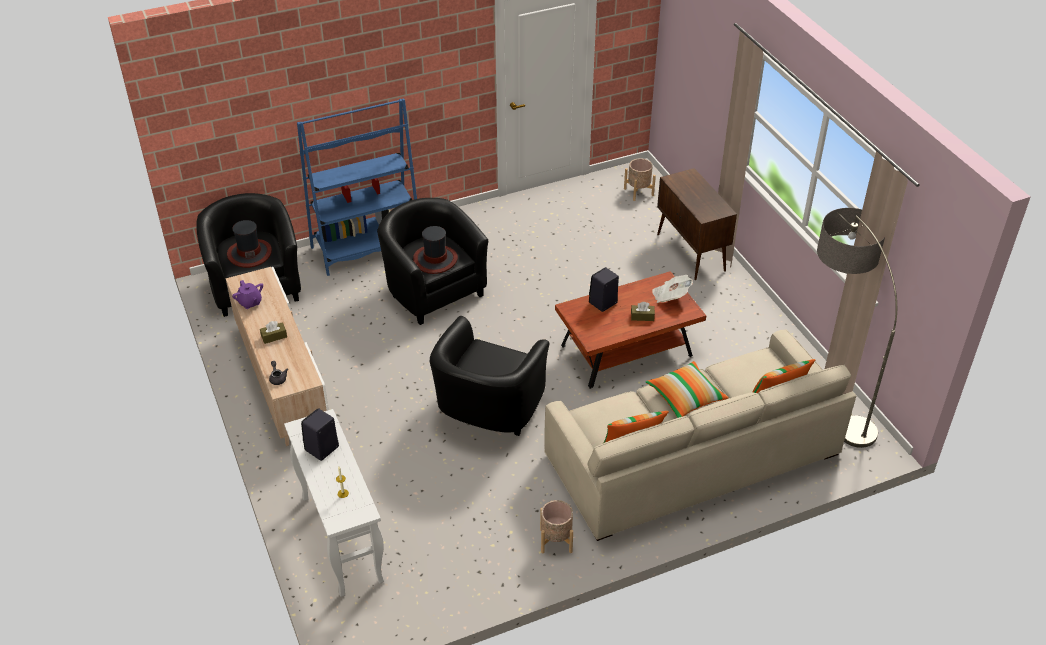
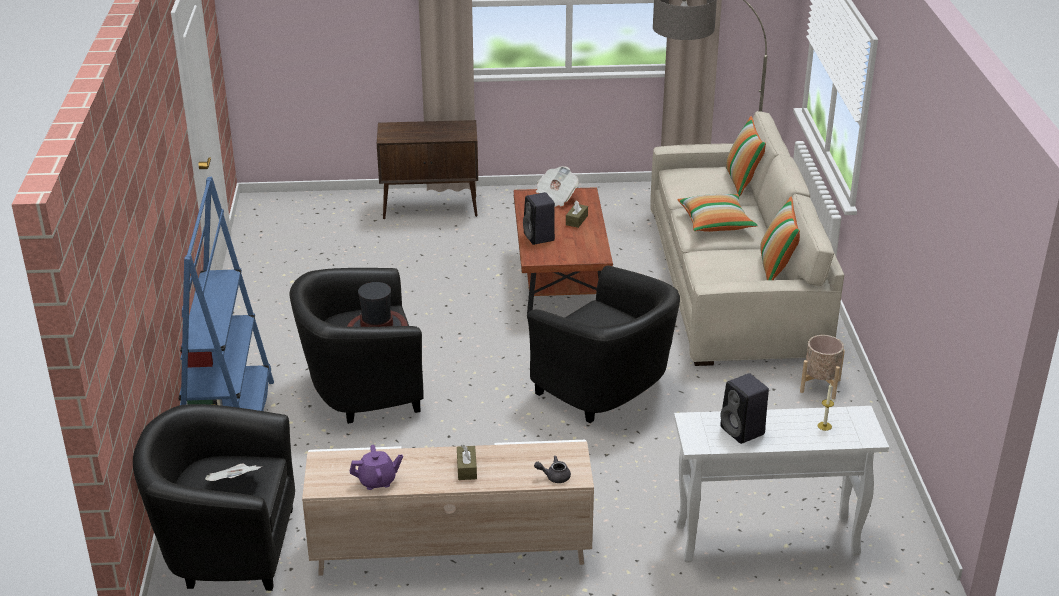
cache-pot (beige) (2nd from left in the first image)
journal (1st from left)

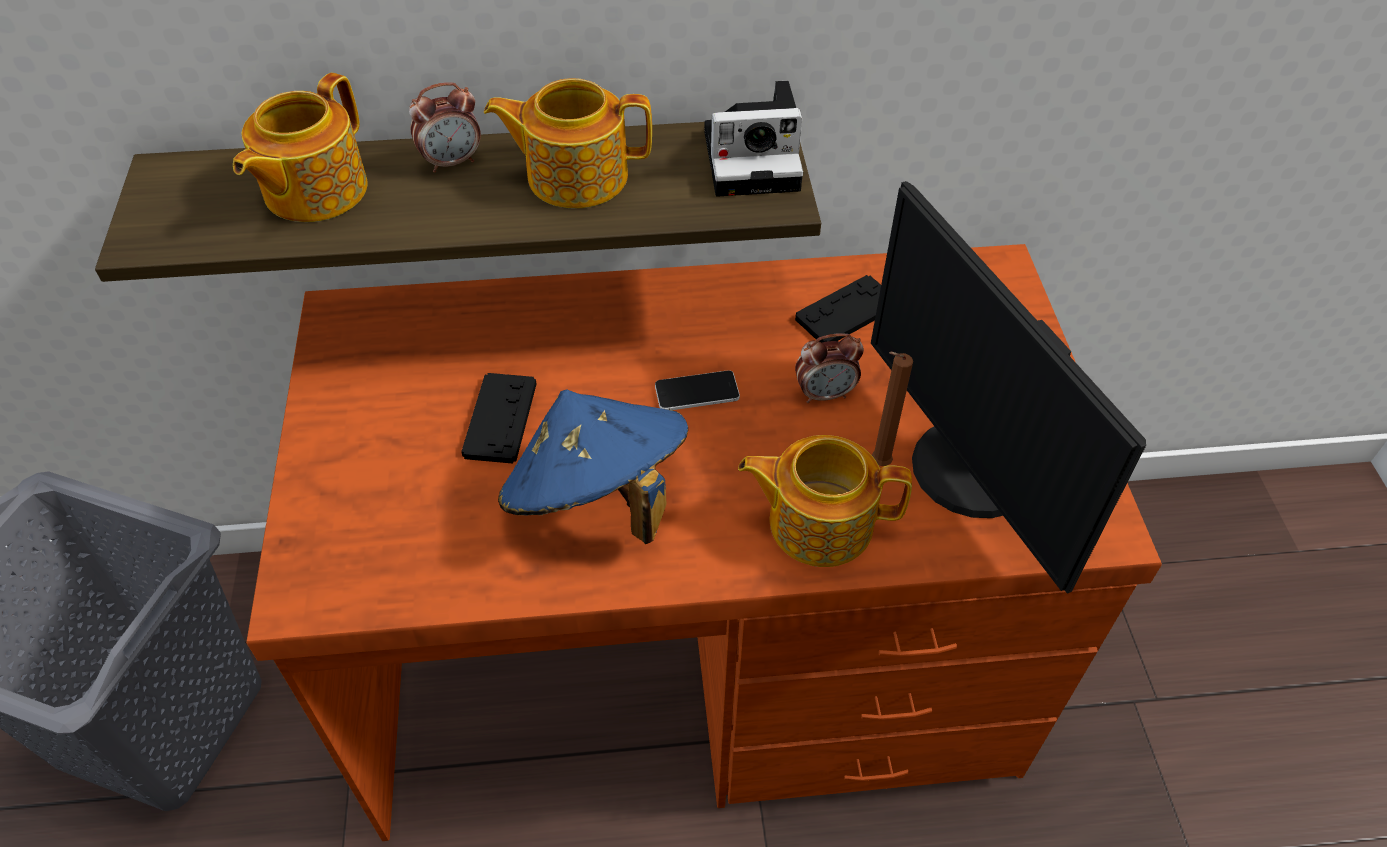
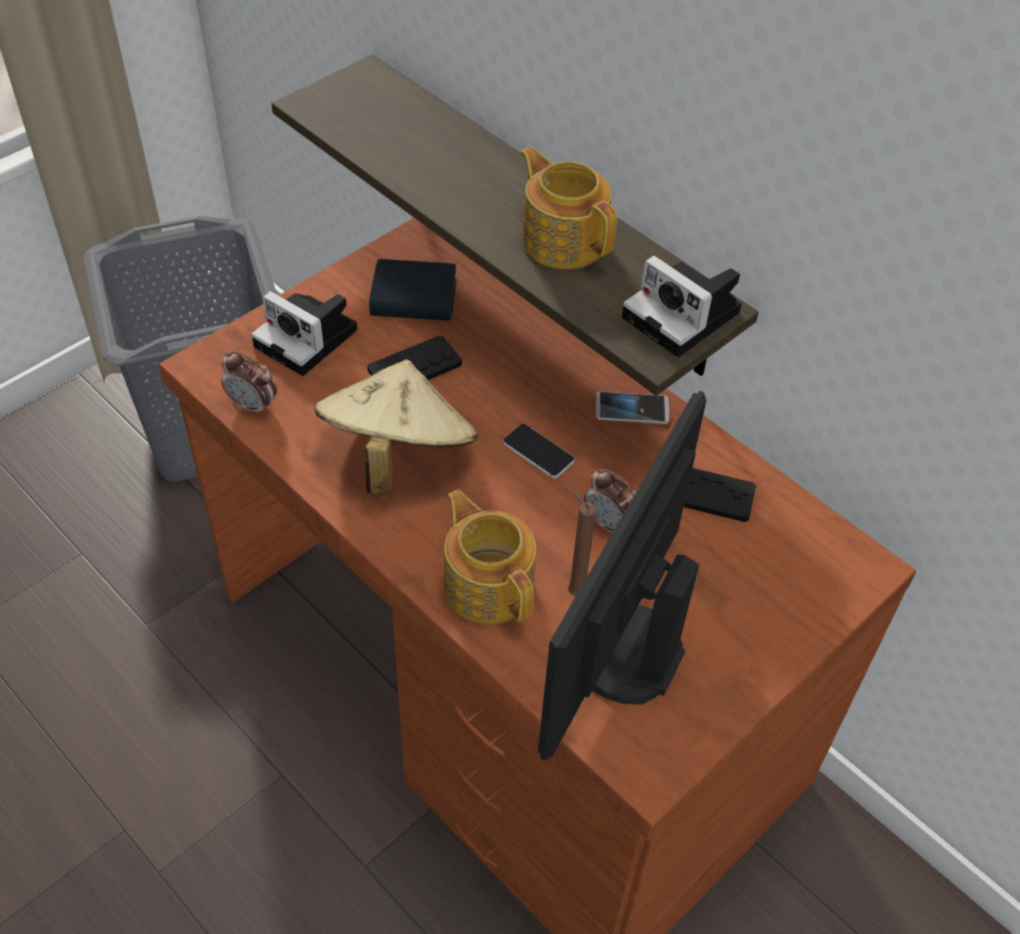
théière (1st from left in the first image)
appareil photo (1st from left)
livre
téléphone (2nd from left)
réveil (1st from left)
chapeau (beige)

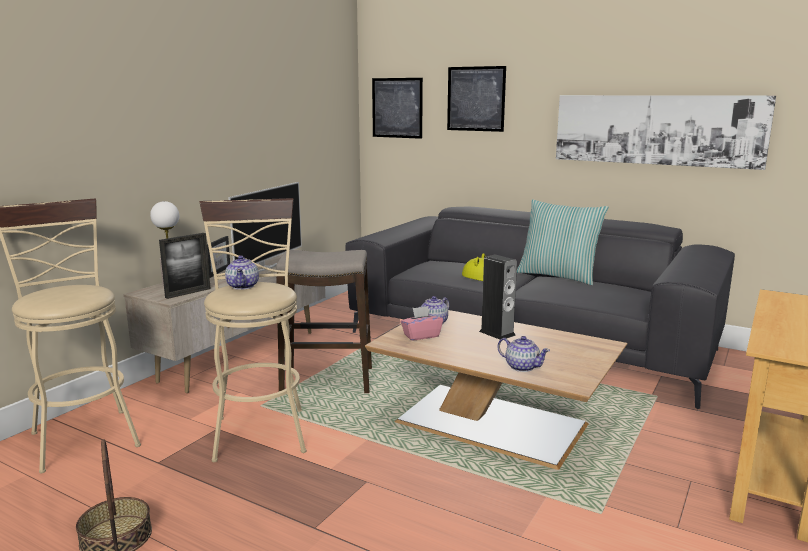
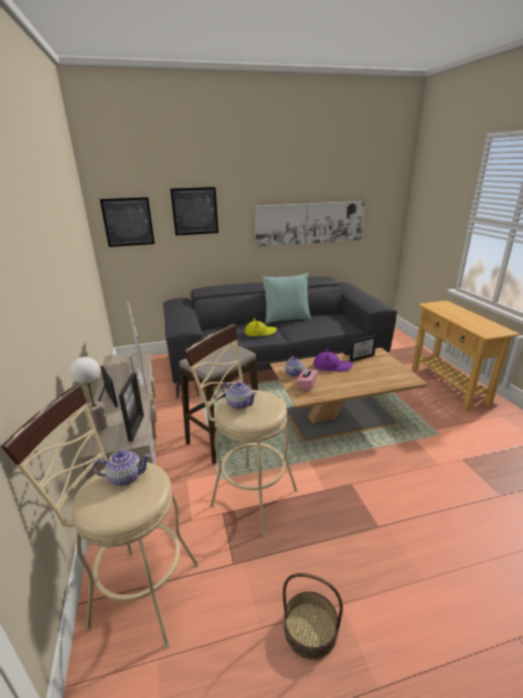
cadre photo (3rd from left)
théière (1st from left)
chapeau (violet)

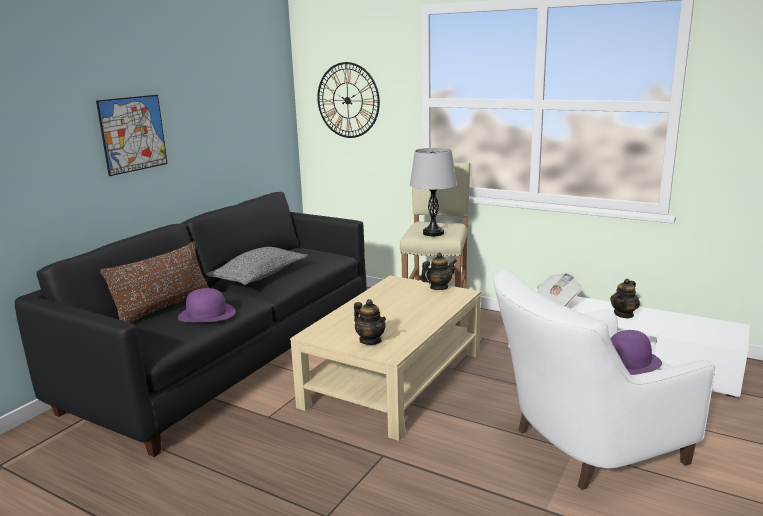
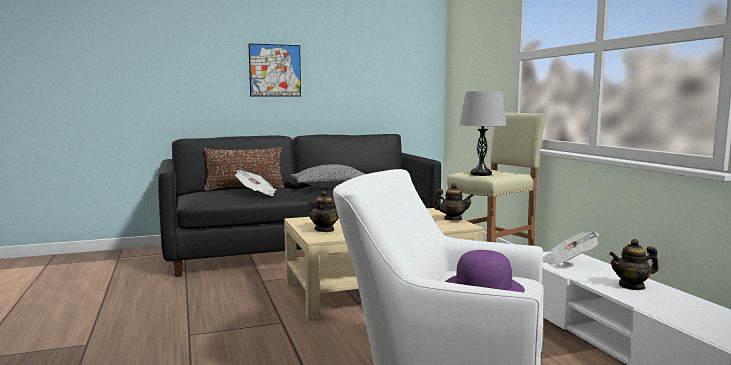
horloge murale
journal (1st from left)

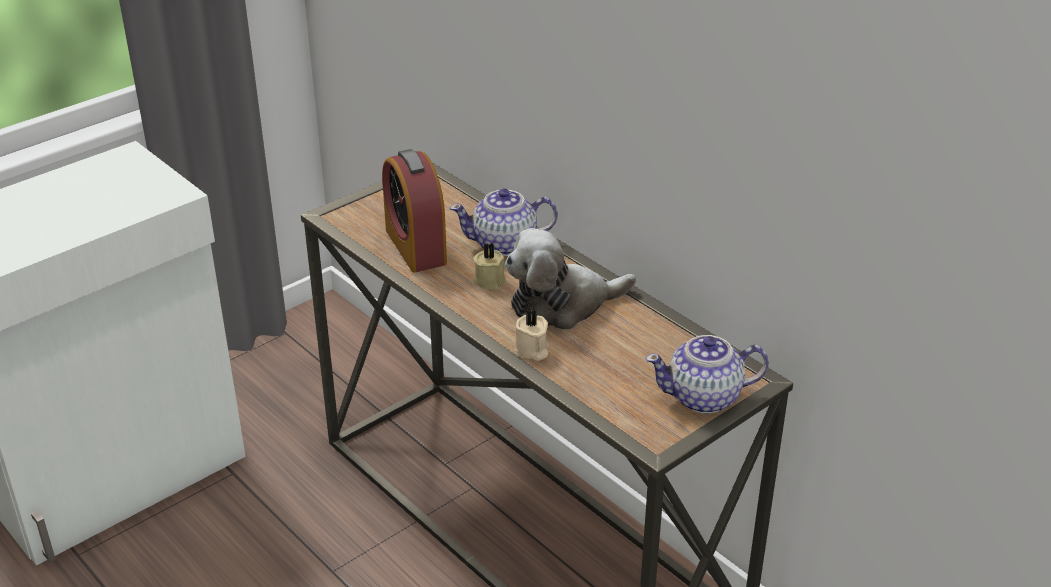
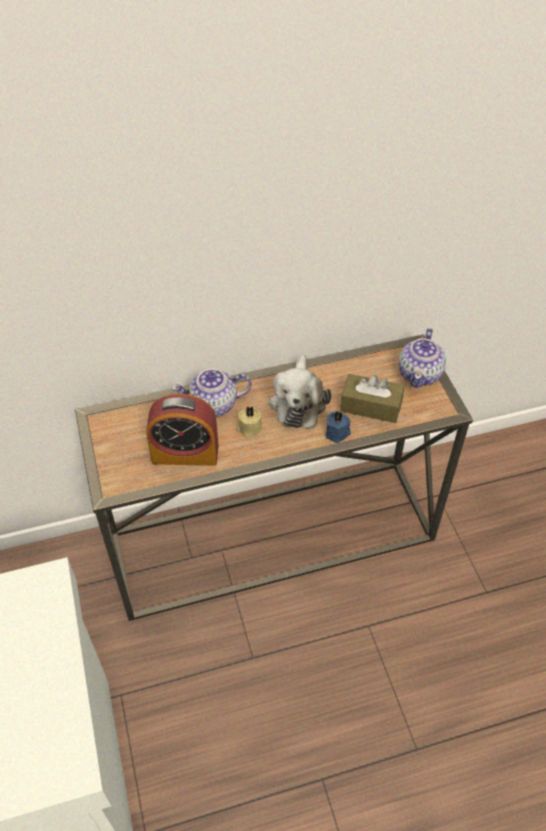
boîte à mouchoirs (marron)
bougie (bleu)
théière (1st from left)

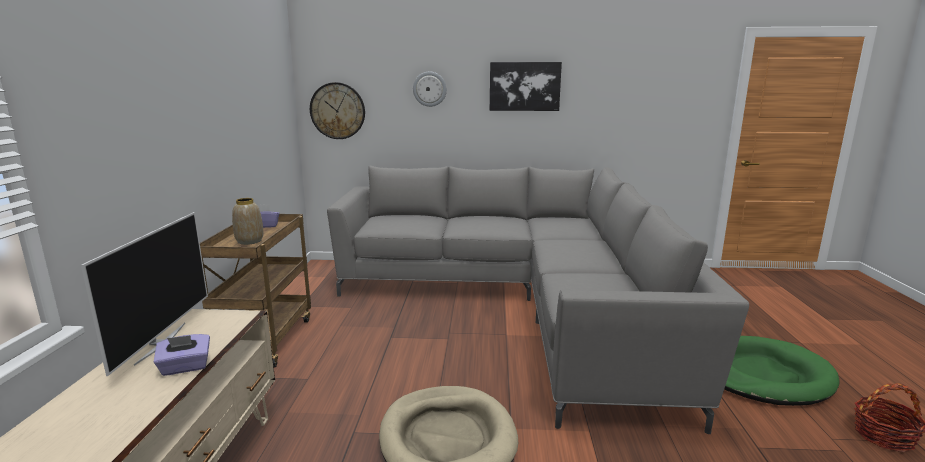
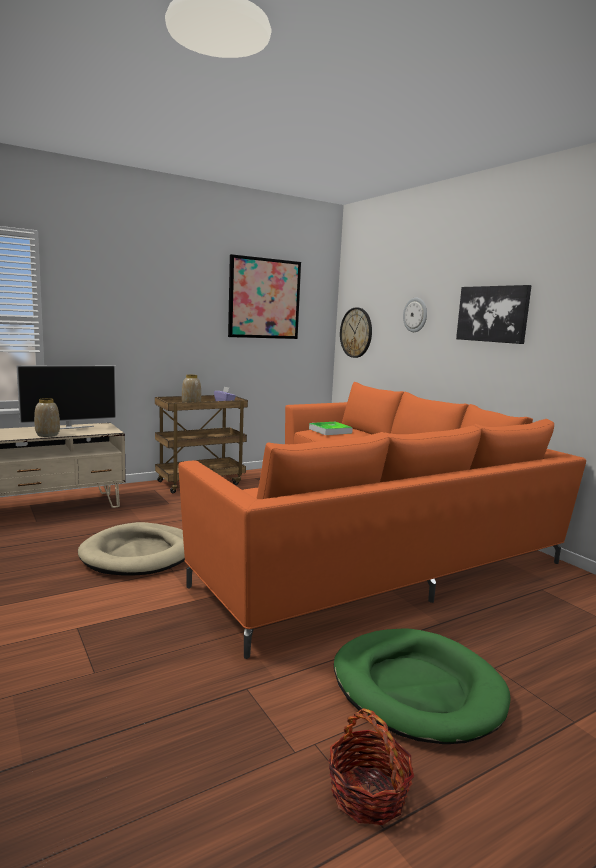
tableau (1st from left)
plateau
vase (1st from left)
canapé (orange)

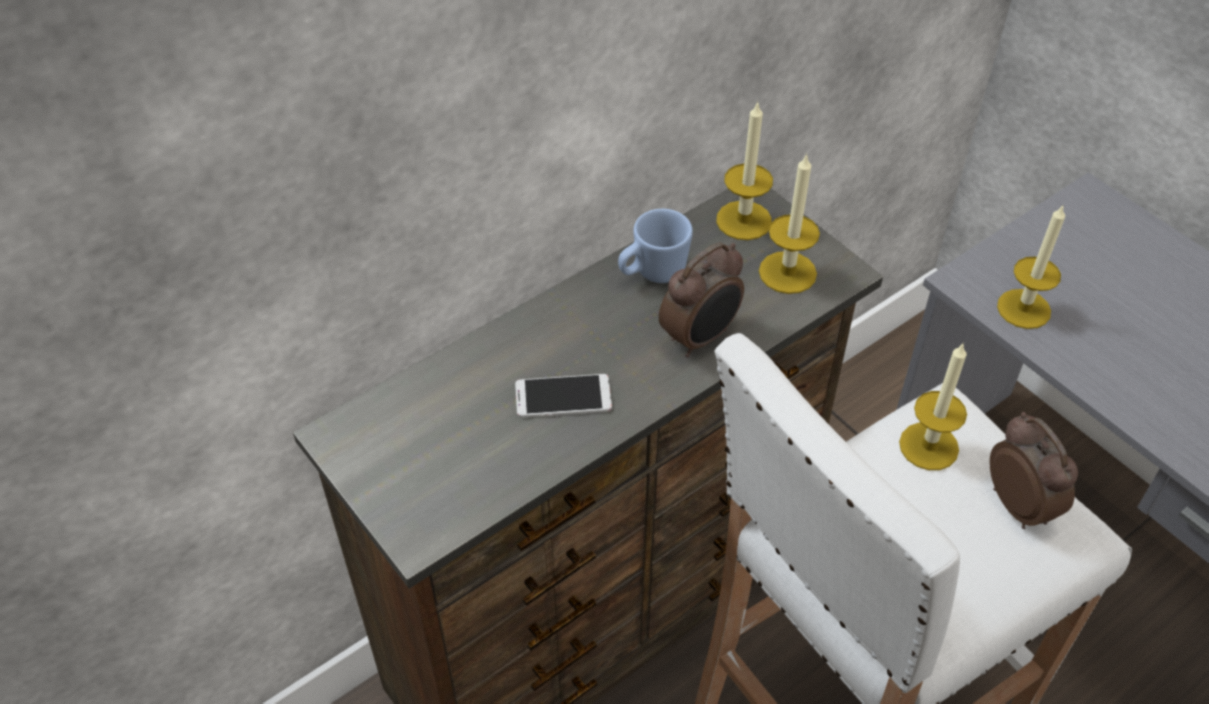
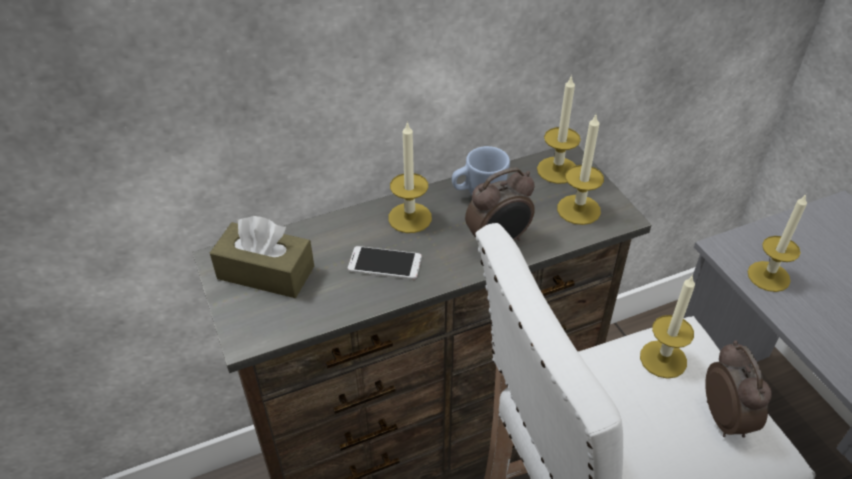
boîte à mouchoirs (marron)
bougie (1st from left)

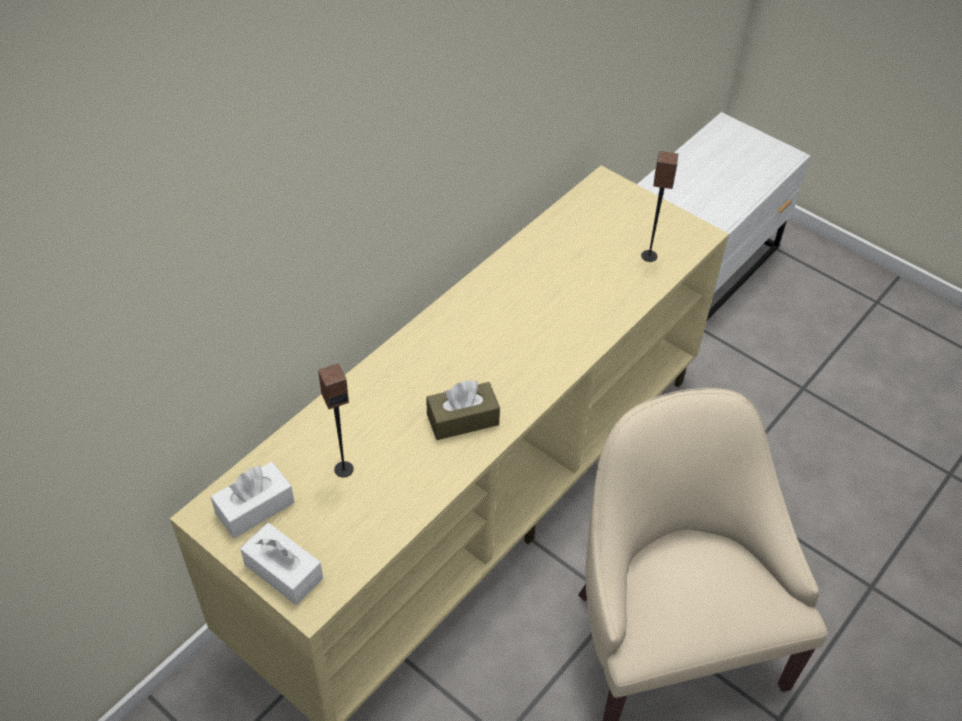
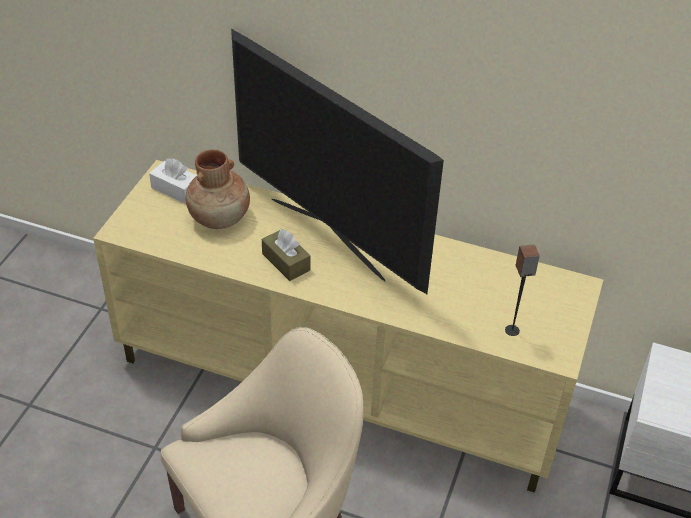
boîte à mouchoirs (blanc) (2nd from left in the first image)
téléviseur
vase (marron)

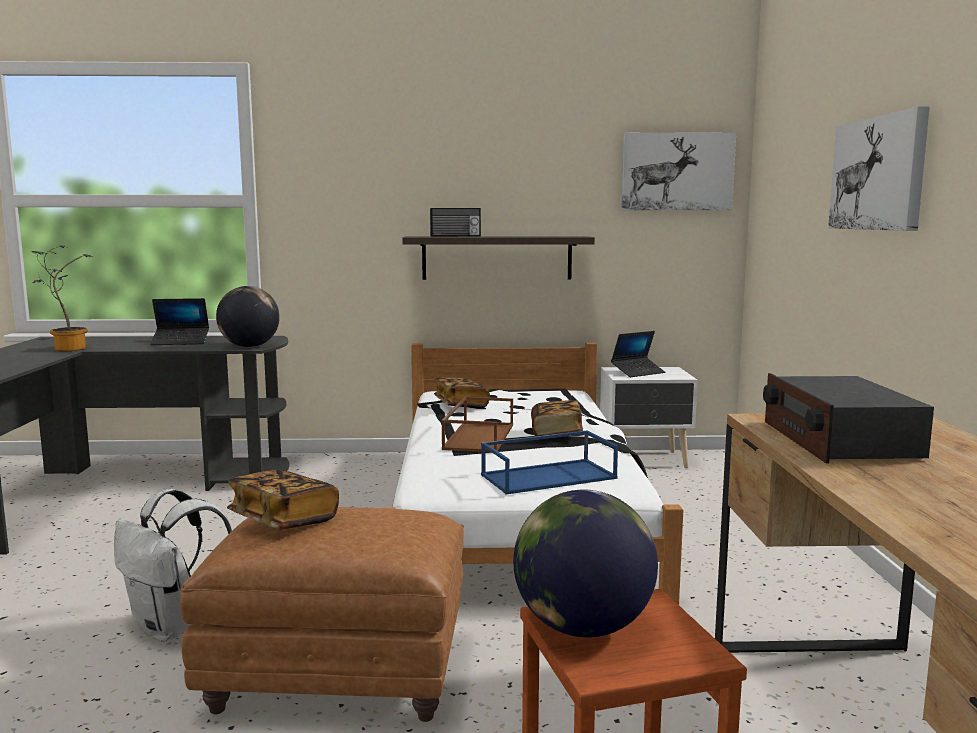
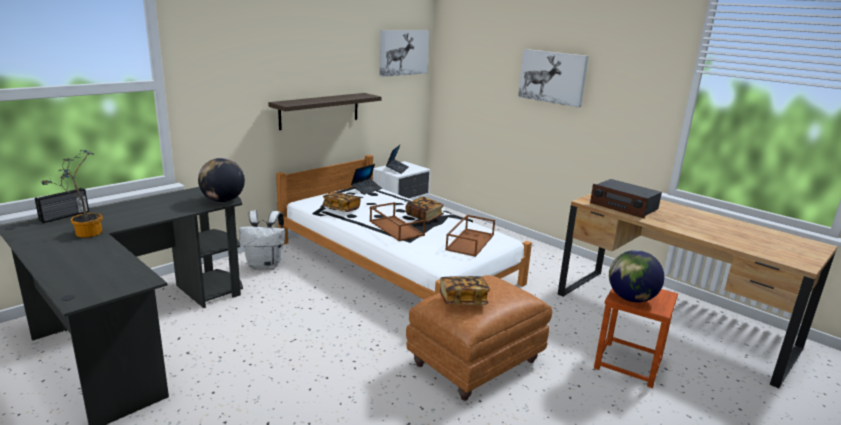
sac à dos (blanc)
ordinateur portable (1st from left)
radio (1st from left)
plateau (marron) (2nd from left)

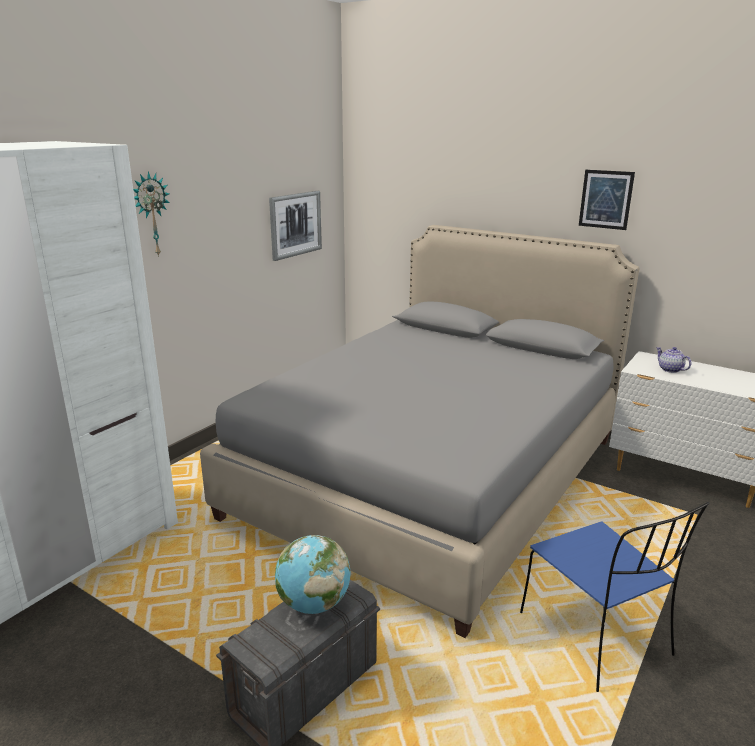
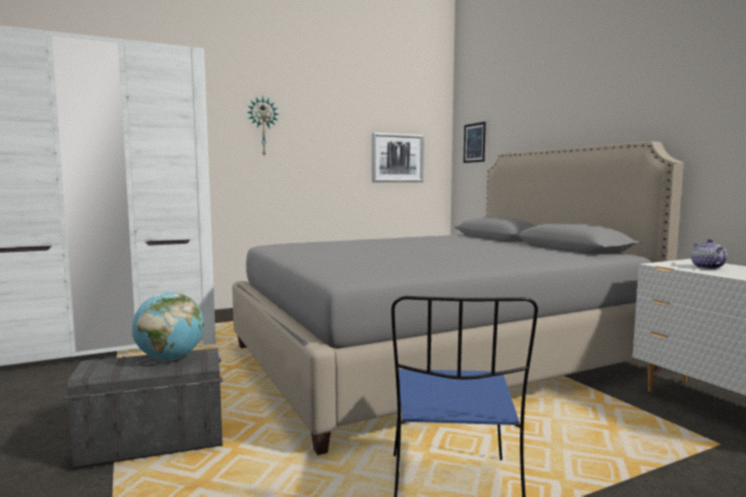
tableau (2nd from left)

